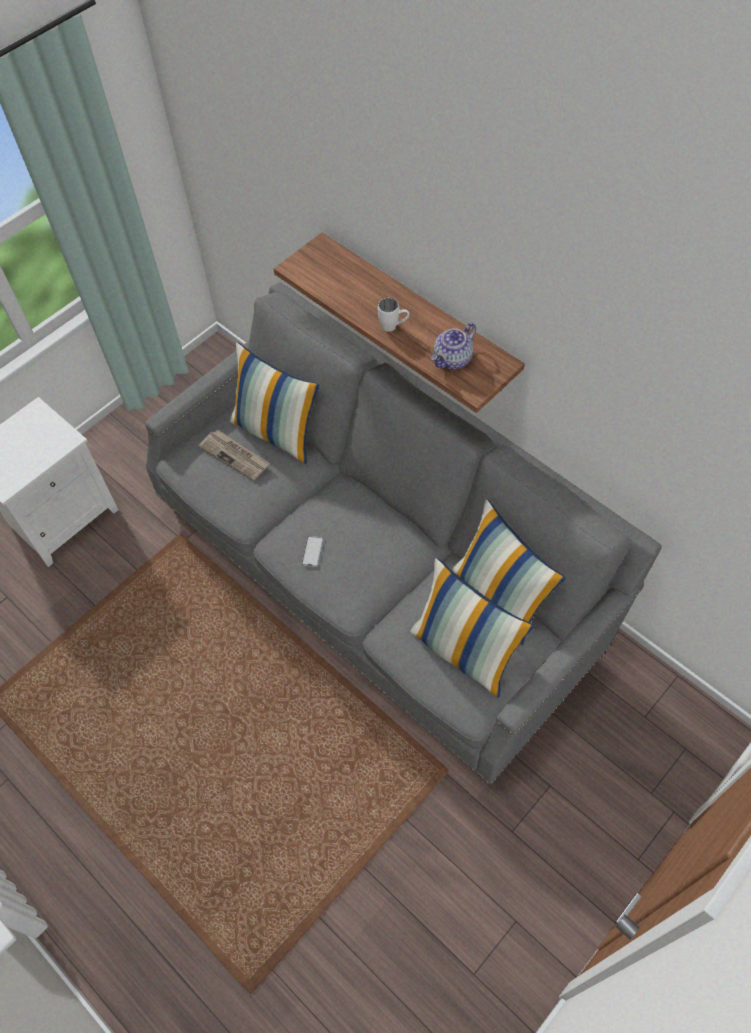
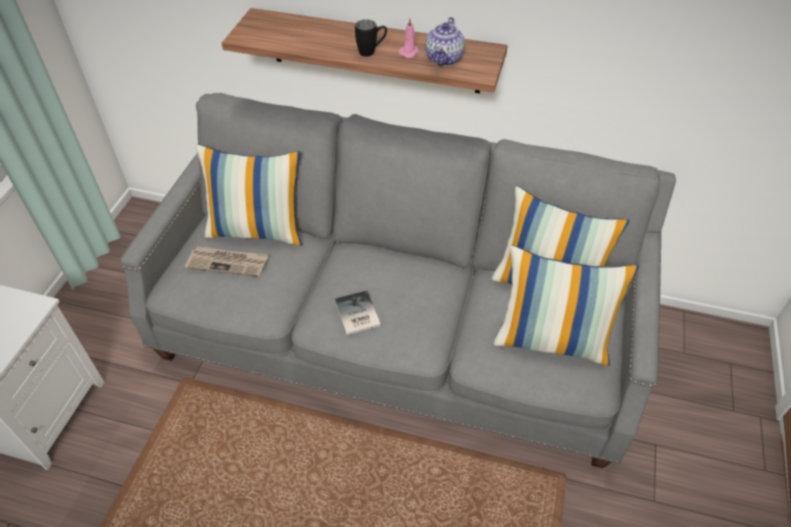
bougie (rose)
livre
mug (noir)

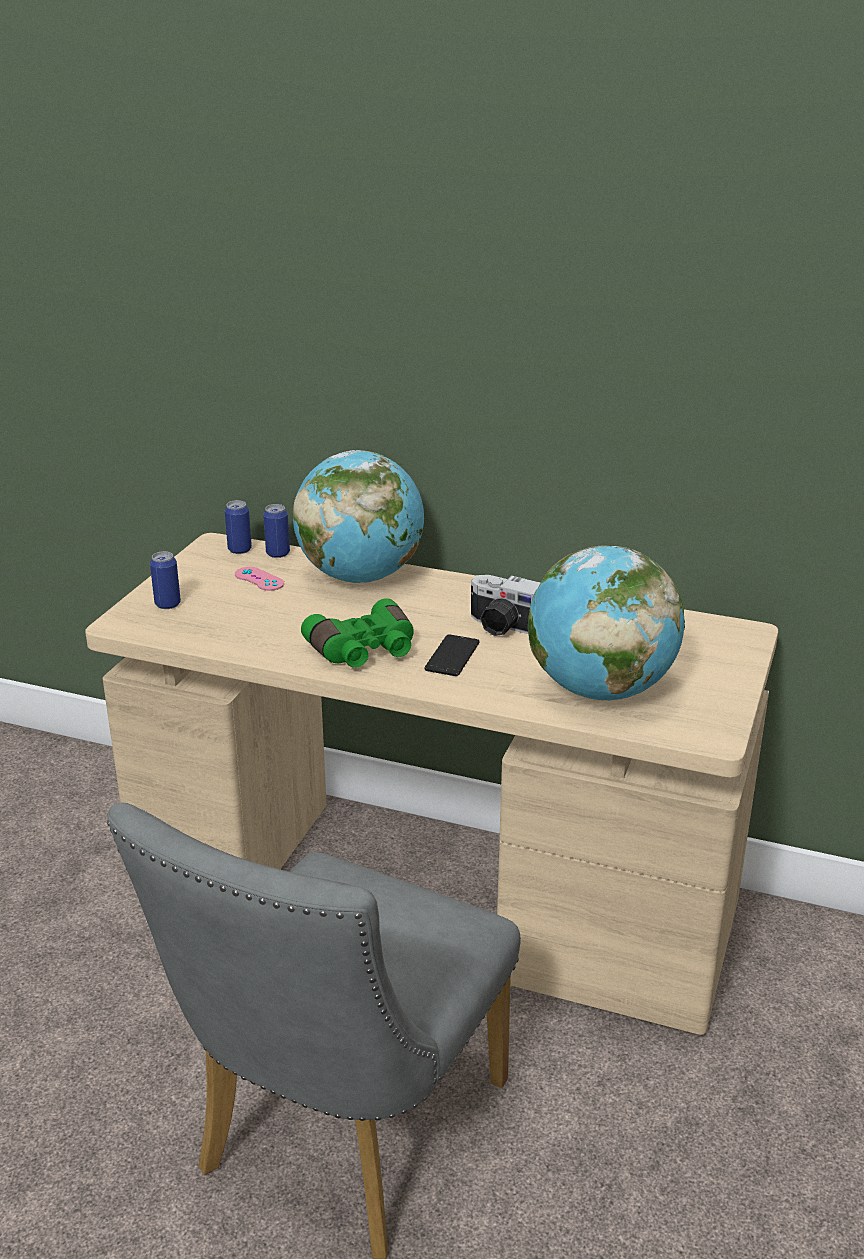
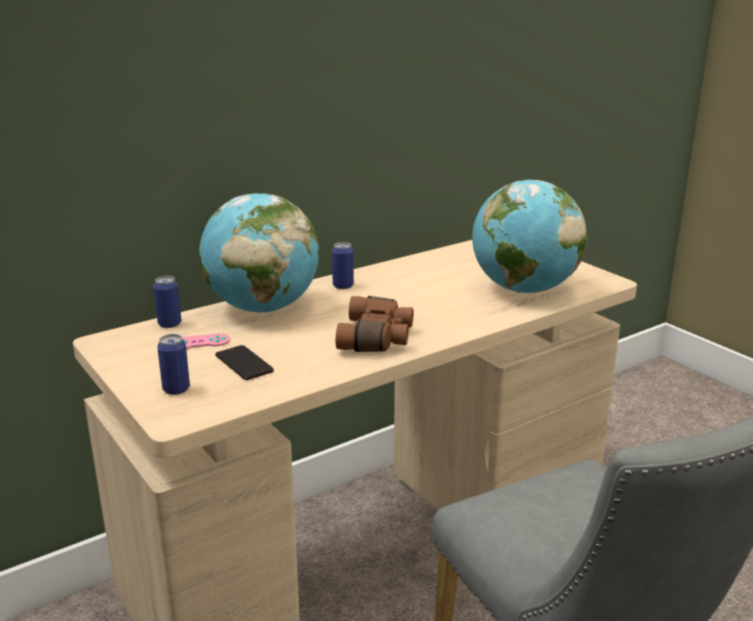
appareil photo
boîte métallique (3rd from left)
téléphone
jumelles (marron)

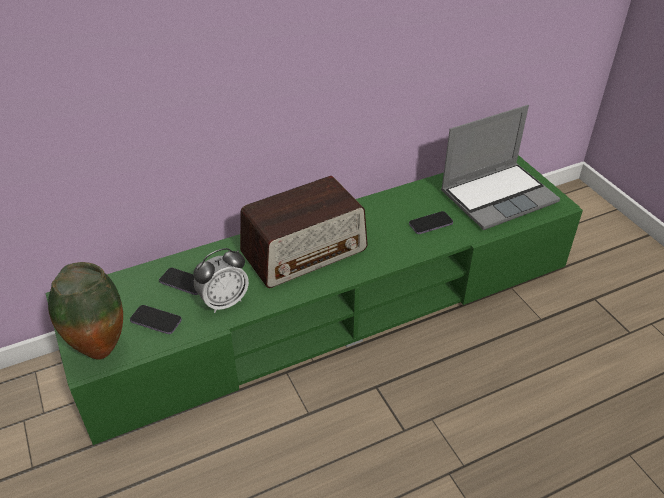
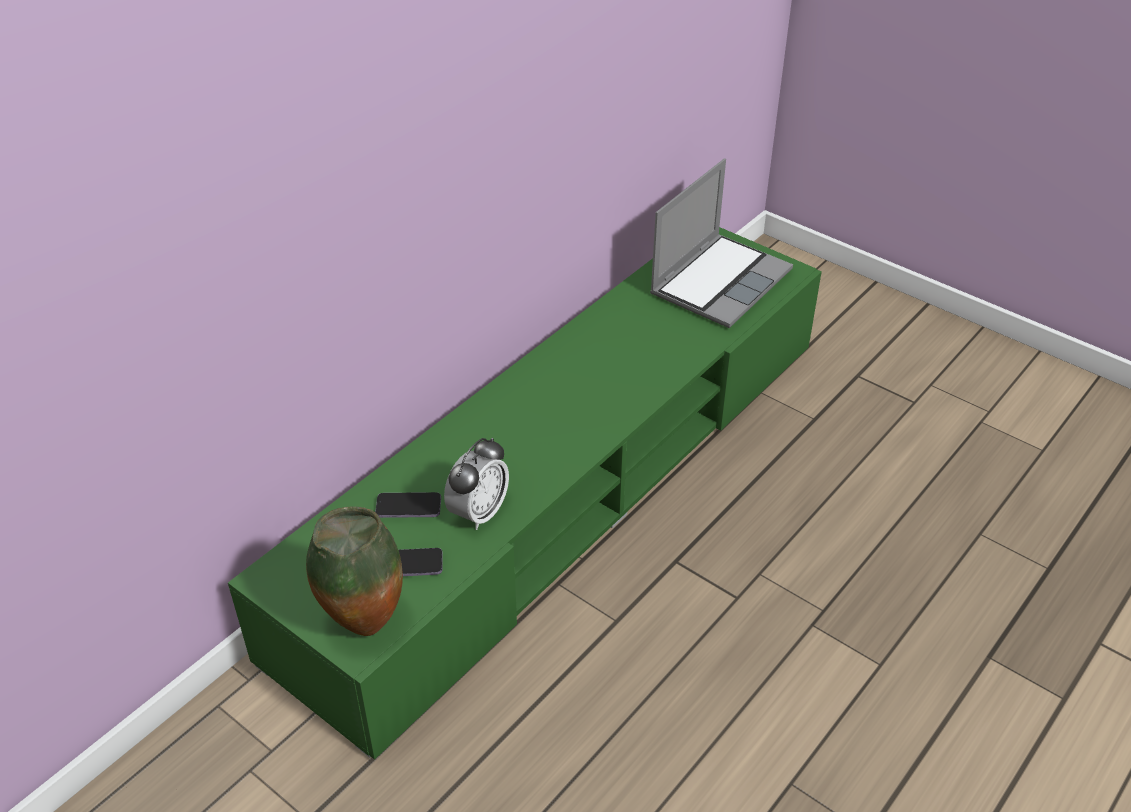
radio
téléphone (3rd from left in the first image)

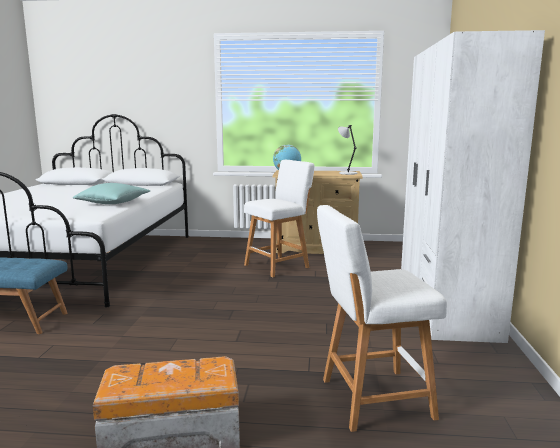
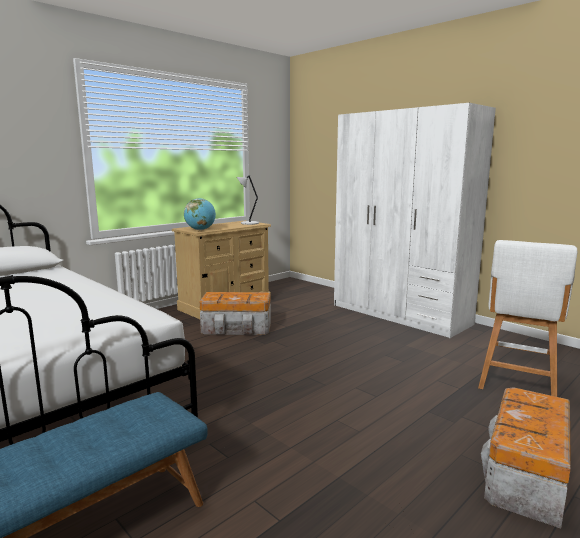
coussin (turquoise)
boîte de rangement (1st from left)

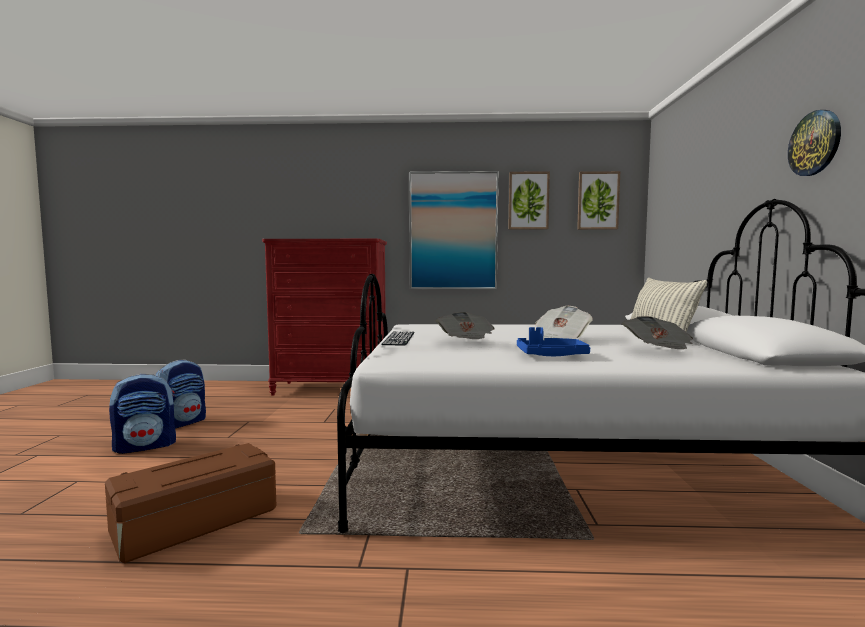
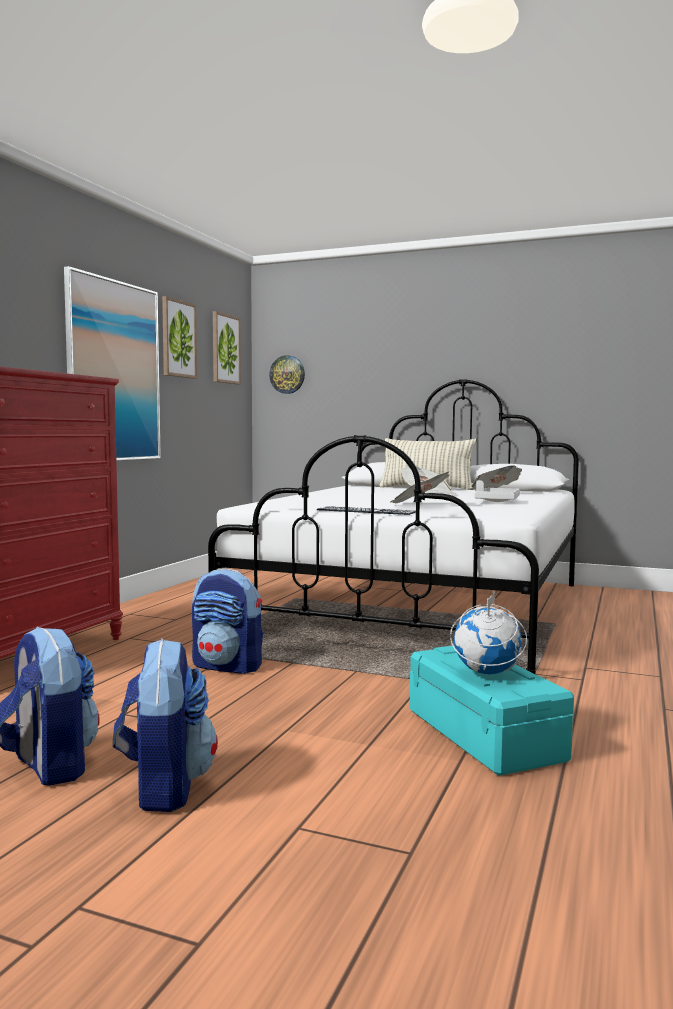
sac à dos (3rd from left)
globe
horloge murale
boîte de rangement (turquoise)
plateau (gris)

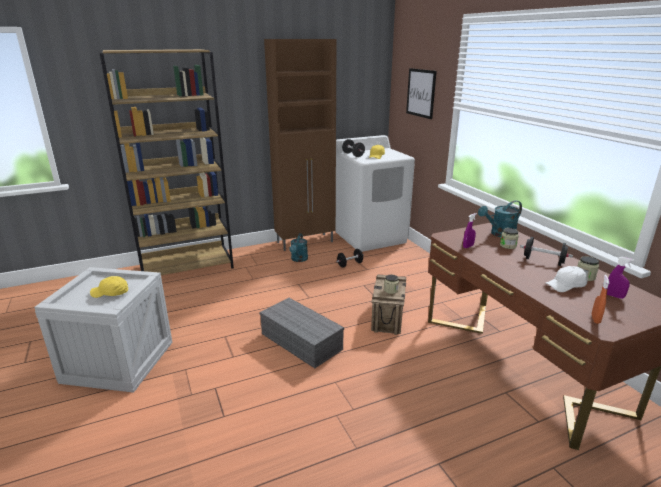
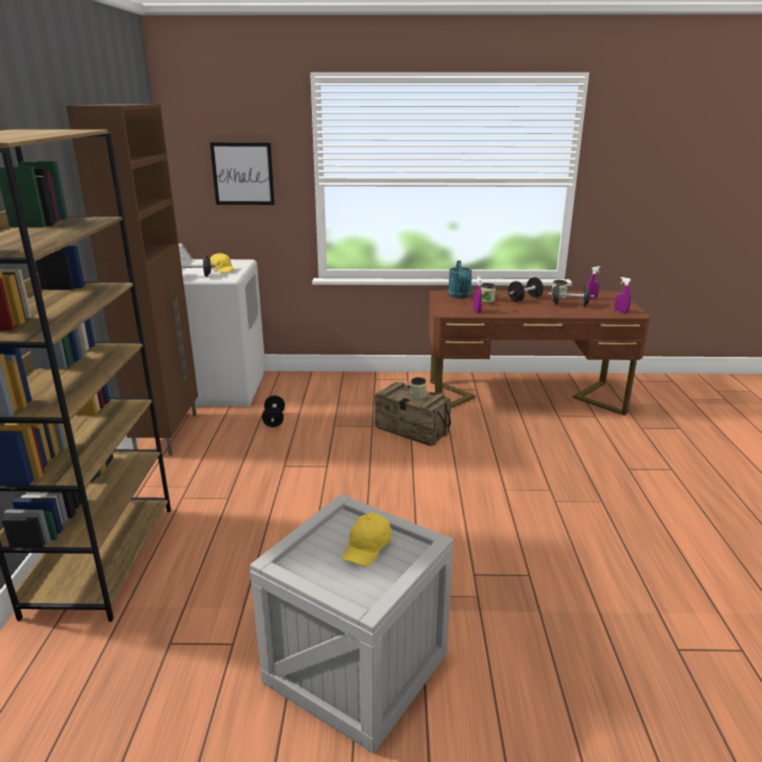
boîte de rangement (gris)
arrosoir (turquoise) (1st from left in the first image)
haltère (noir) (4th from left)
vaporisateur (violet) (3rd from left)

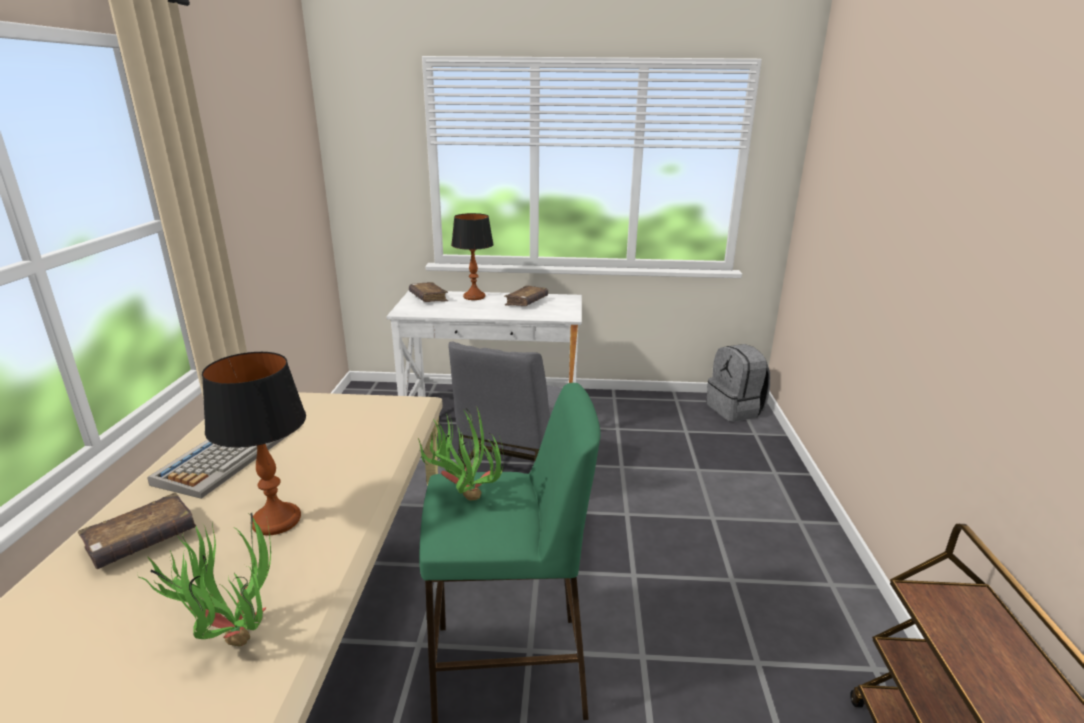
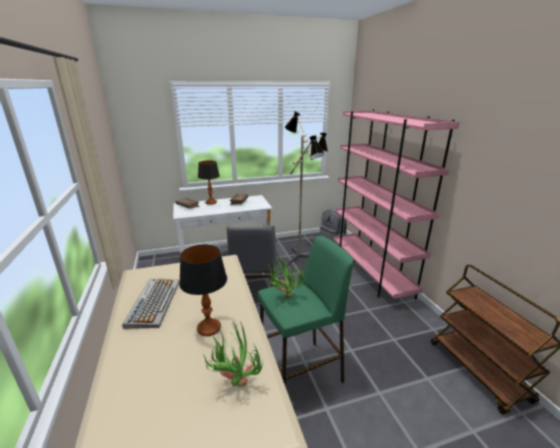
livre (marron) (1st from left in the first image)
lampadaire
bibliothèque (rose)

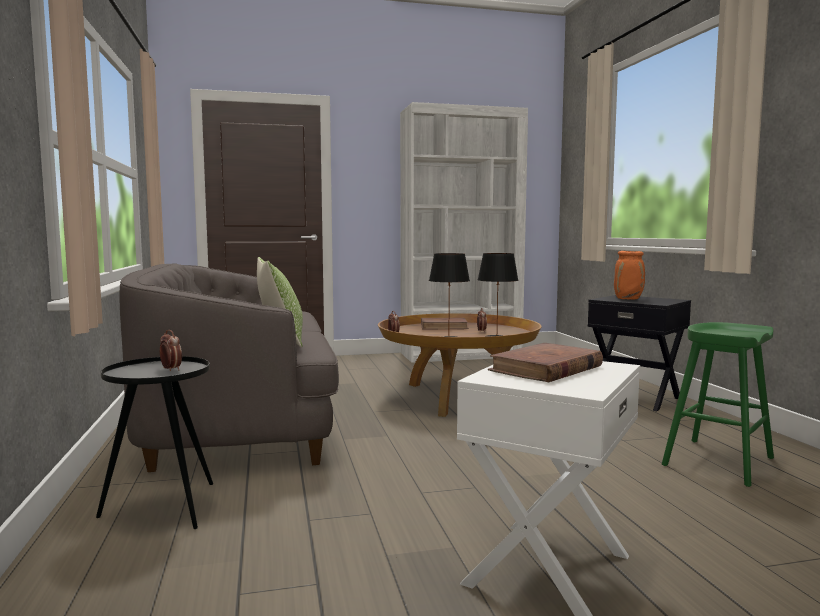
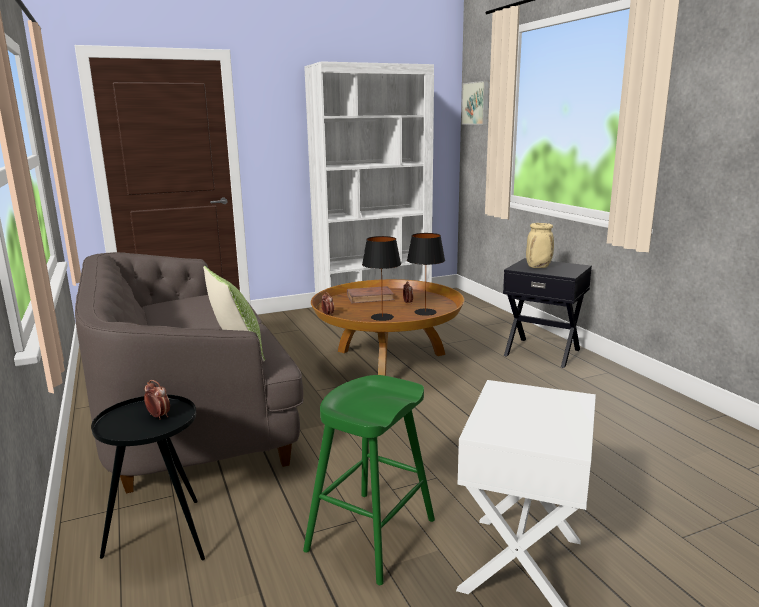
livre (marron) (2nd from left in the first image)
tableau
tabouret (vert)
vase (beige)

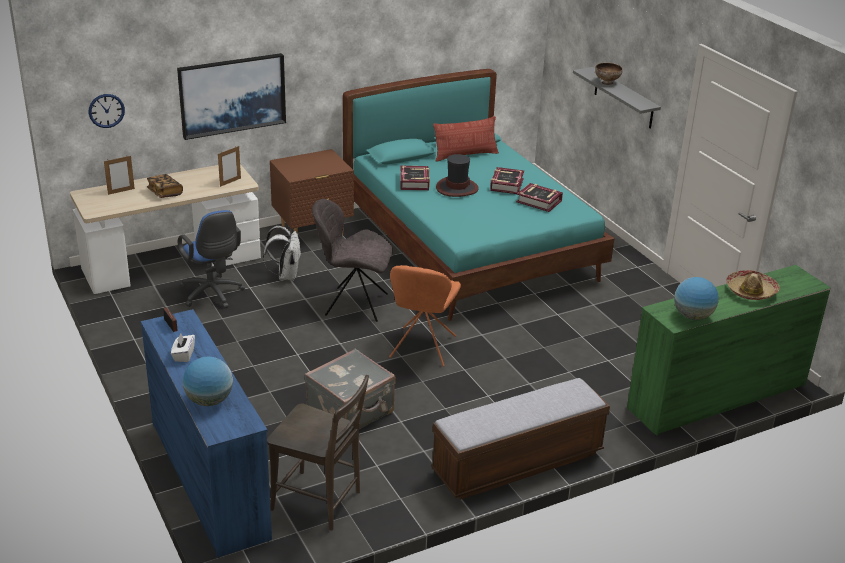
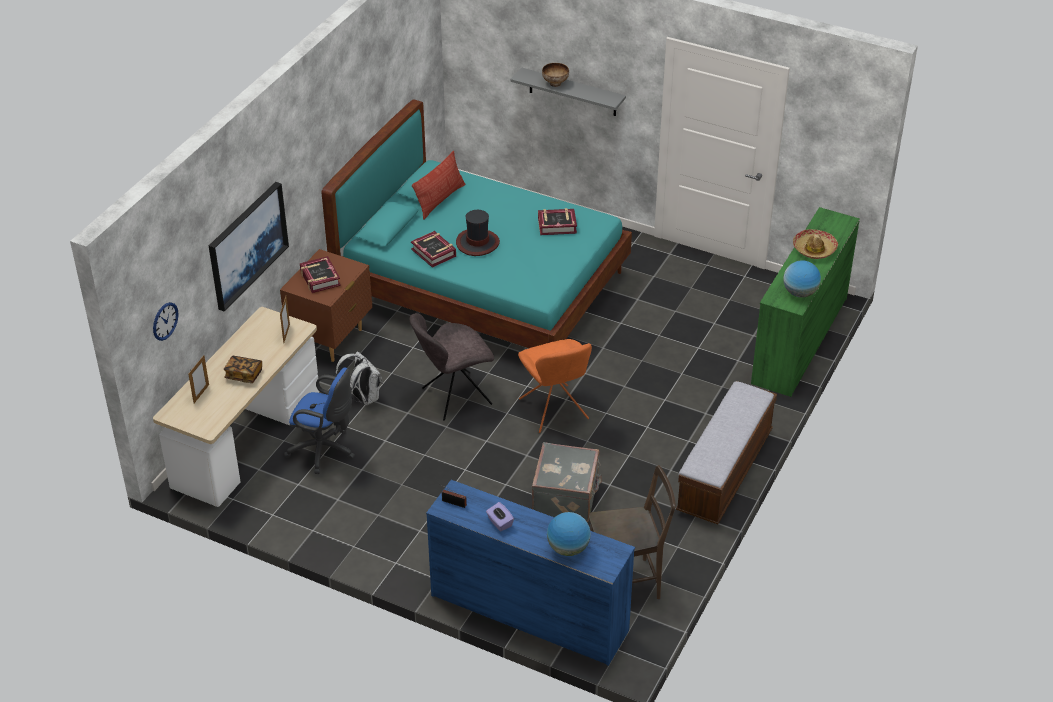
livre (2nd from left)
boîte à mouchoirs (violet)

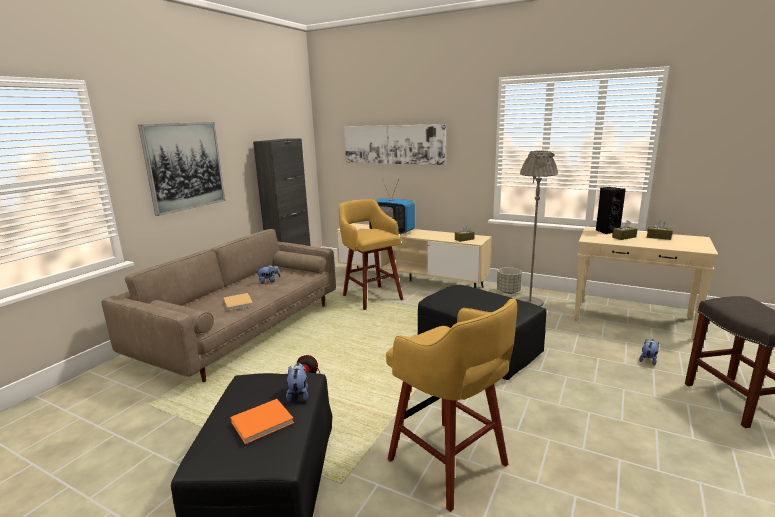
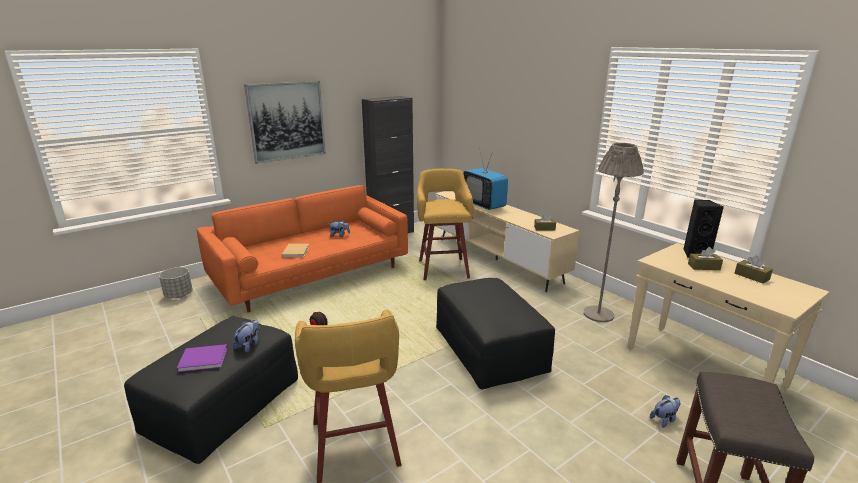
tableau (2nd from left in the first image)
cache-pot (gris)
canapé (orange)
livre (violet)

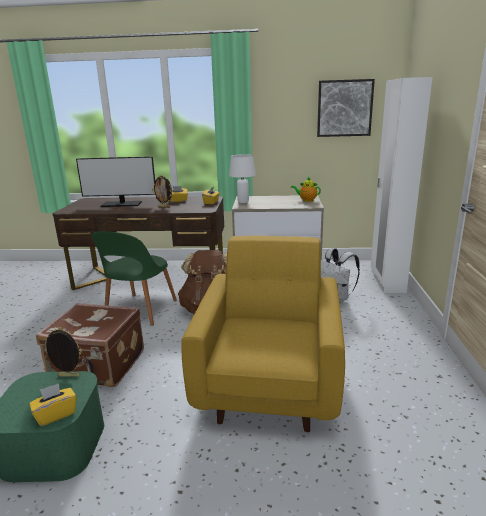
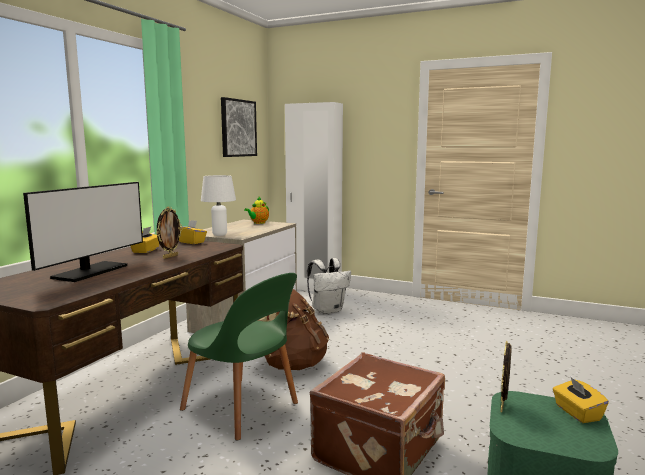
fauteuil (jaune)

